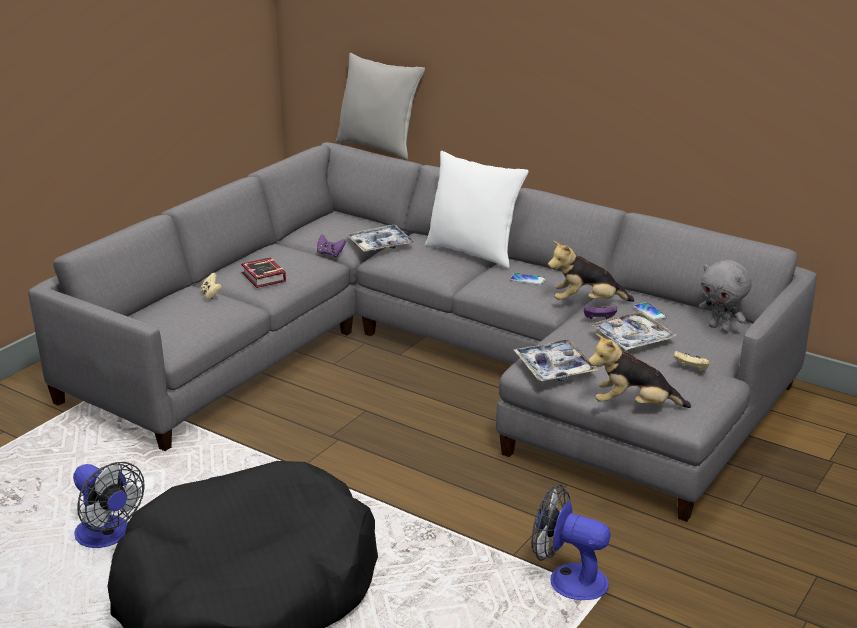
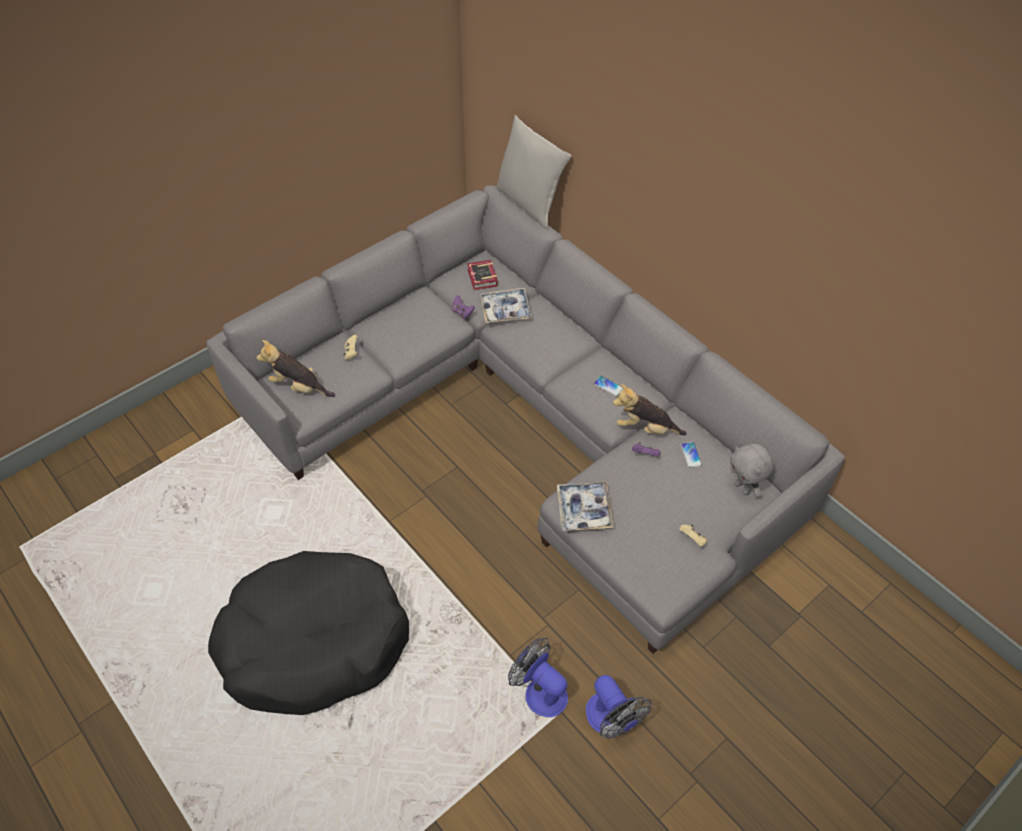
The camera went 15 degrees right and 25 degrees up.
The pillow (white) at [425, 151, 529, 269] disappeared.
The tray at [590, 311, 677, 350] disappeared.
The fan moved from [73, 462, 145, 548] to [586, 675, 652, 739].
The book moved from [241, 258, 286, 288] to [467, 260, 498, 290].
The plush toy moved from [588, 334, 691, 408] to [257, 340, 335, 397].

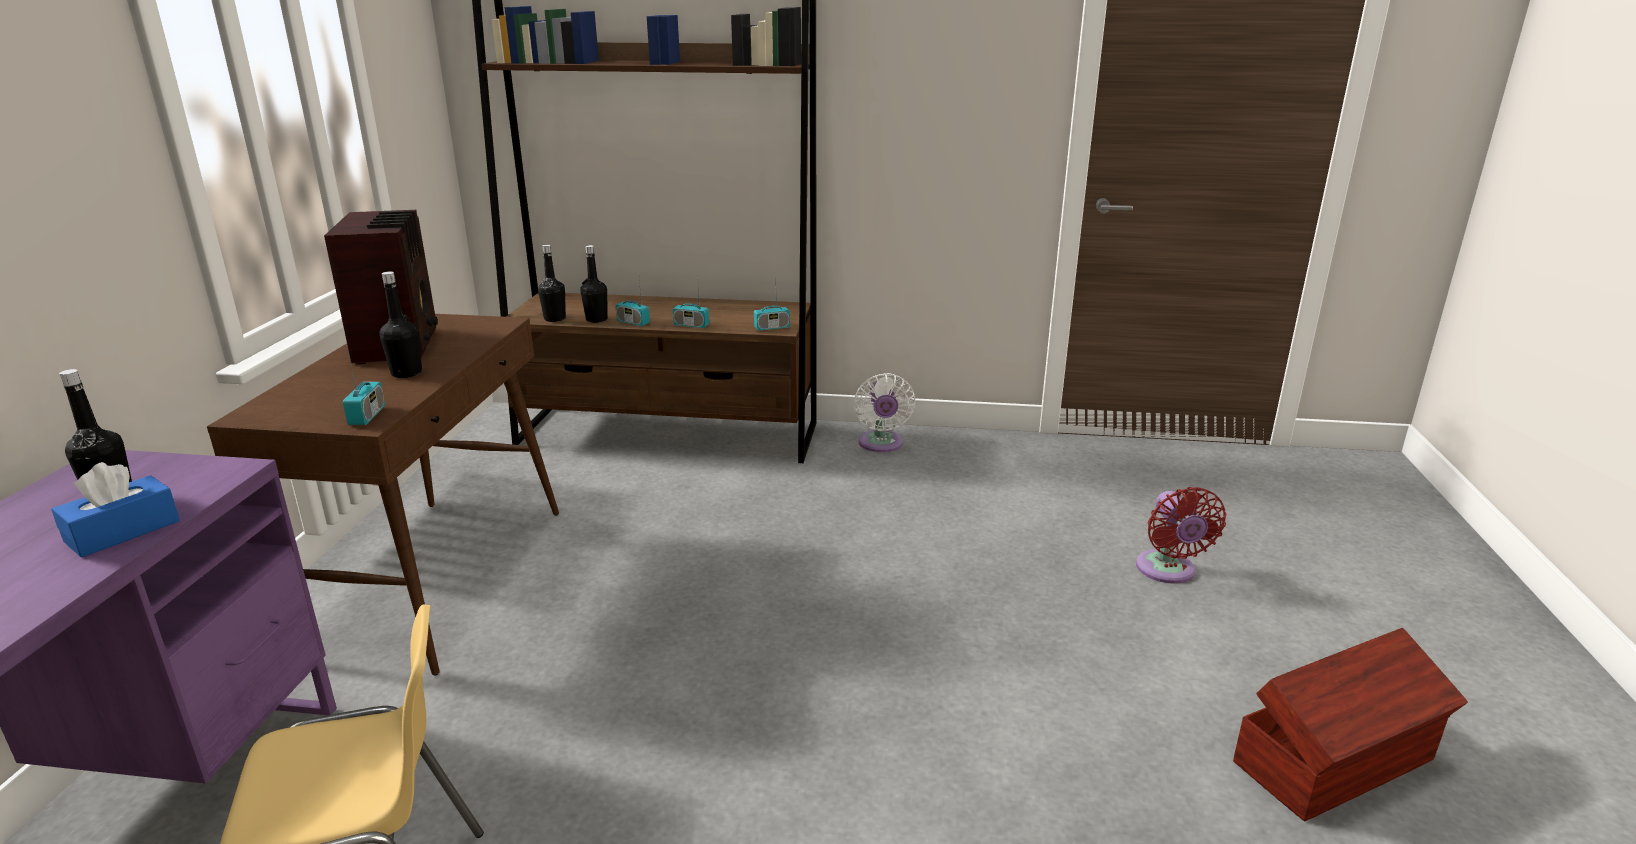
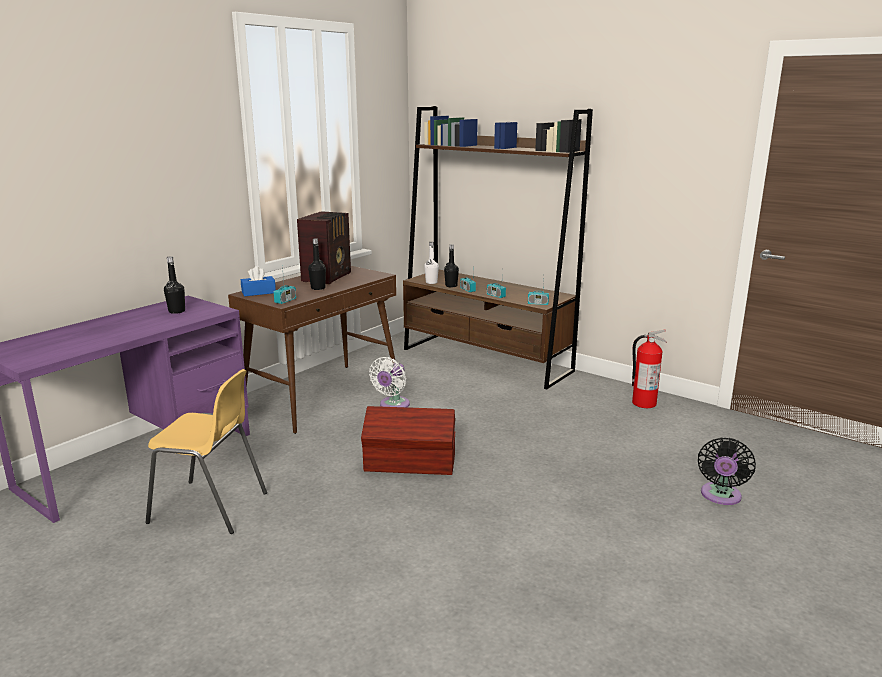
The camera went 30 degrees right and 5 degrees down.
The fire extinguisher at [632, 330, 667, 408] appeared.
The tissue box (blue) moved from [51, 462, 180, 557] to [241, 266, 276, 296].
The fan (white) moved from [854, 373, 915, 452] to [369, 357, 410, 407].
The storage box (brown) moved from [1233, 628, 1468, 821] to [361, 406, 455, 475].
The bottle (black) at [538, 245, 566, 322] became the bottle (white) at [424, 242, 439, 284].
The fan (red) at [1136, 487, 1226, 584] became the fan (black) at [698, 437, 756, 505].

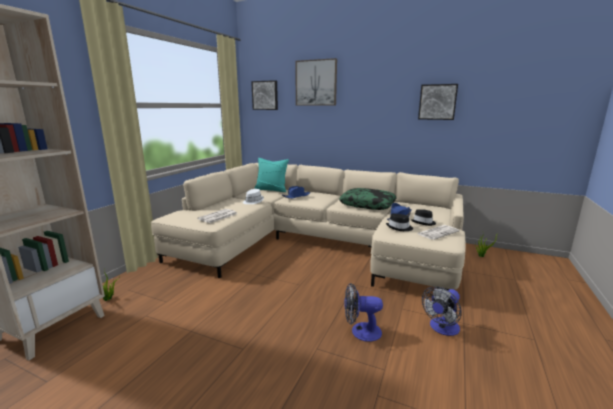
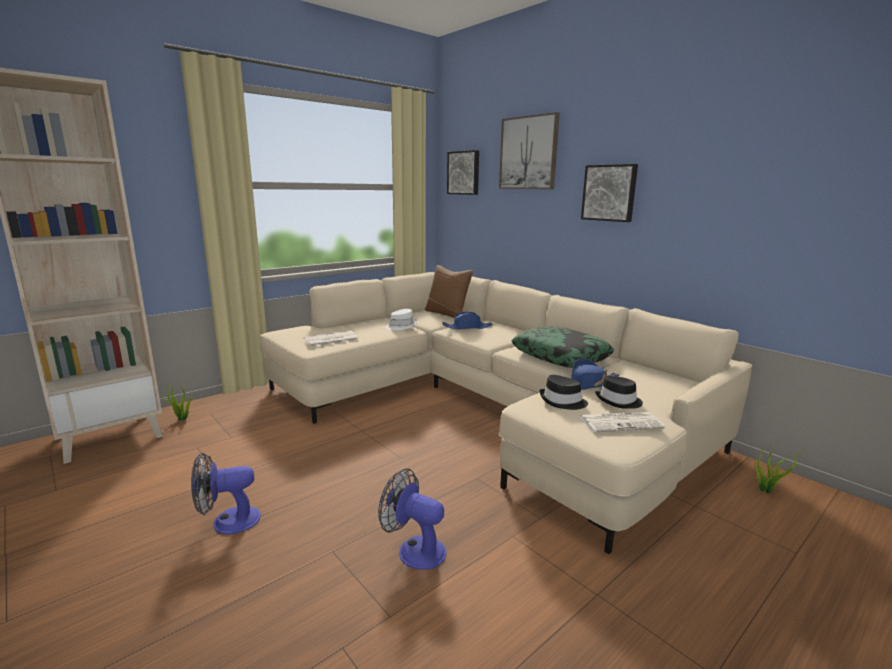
The camera went 25 degrees right and 0 degrees up.
The picture moved from [418, 84, 458, 120] to [581, 164, 638, 222].
The fan moved from [422, 286, 462, 336] to [191, 453, 261, 534].
The pillow (turquoise) at [254, 158, 289, 192] became the pillow (brown) at [425, 265, 474, 318].

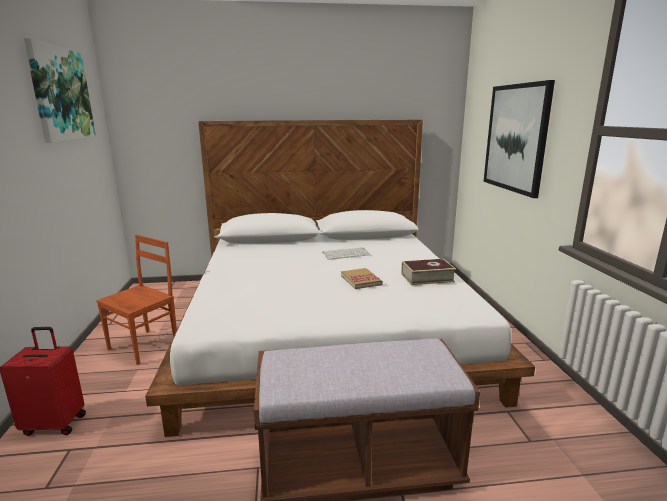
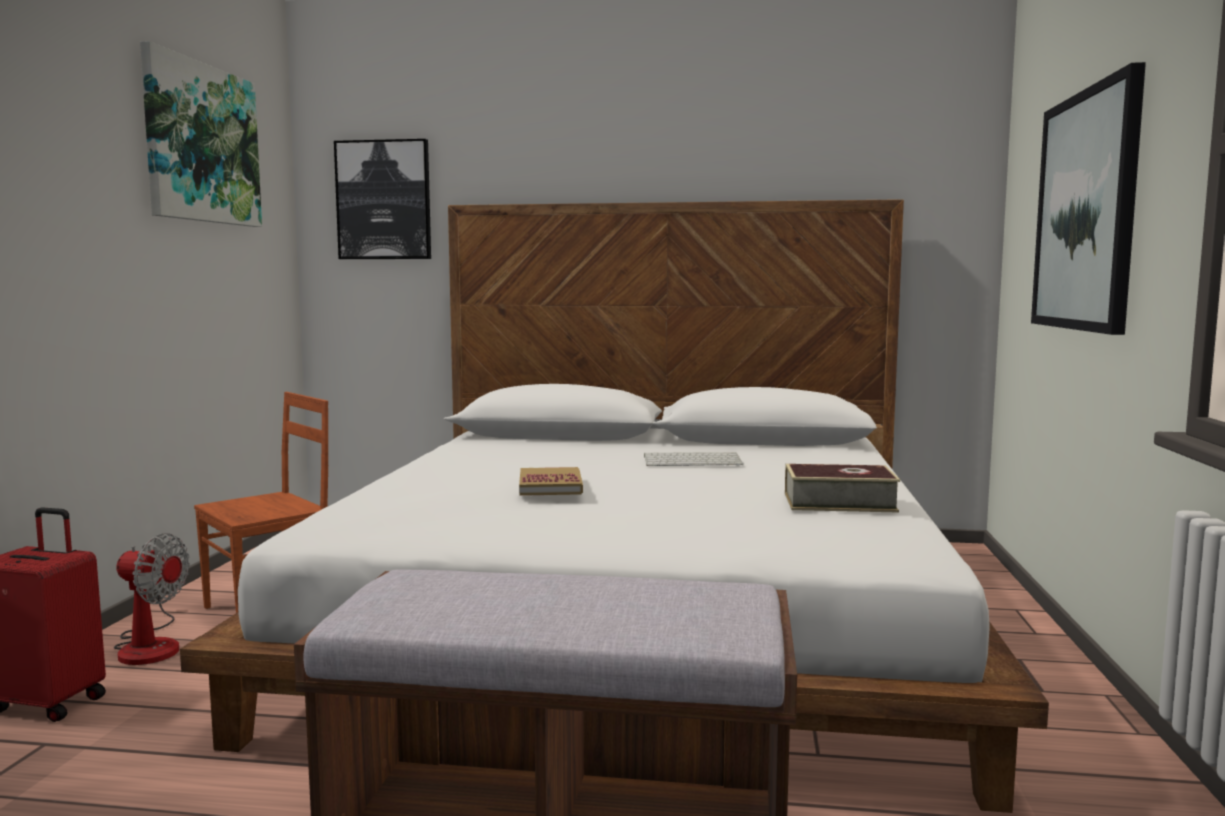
The camera went 15 degrees right and 10 degrees down.
The fan at [114, 533, 190, 665] appeared.
The picture at [334, 139, 431, 259] appeared.
The book moved from [341, 268, 383, 289] to [519, 467, 583, 496].

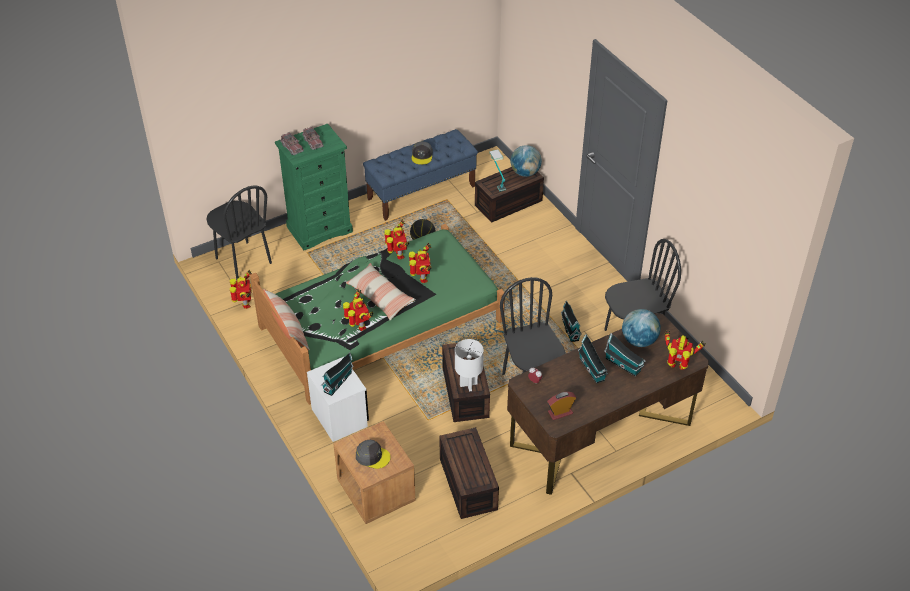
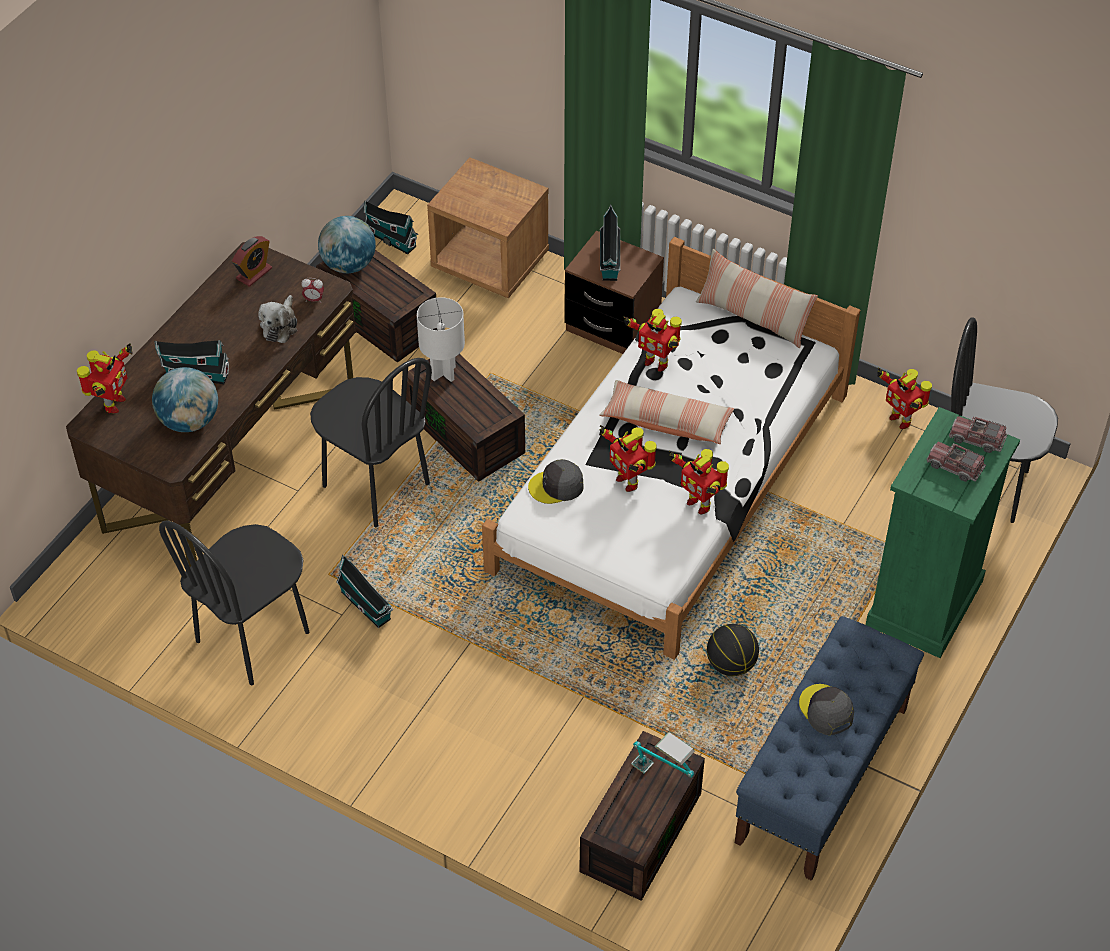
The camera went 150 degrees right and 5 degrees up.
The plush toy at [258, 295, 297, 343] appeared.
The cap (grey) moved from [356, 440, 391, 469] to [528, 459, 584, 504].
The globe moved from [511, 145, 542, 177] to [318, 216, 376, 273].
The toy house moved from [578, 334, 608, 383] to [364, 200, 418, 254].
The bed (green) at [250, 224, 505, 405] became the bed (white) at [482, 237, 860, 660].
The nightstand (white) at [307, 357, 369, 442] became the nightstand (brown) at [565, 231, 664, 354].
The toy robot at [665, 331, 706, 370] turned 60 degrees counterclockwise.

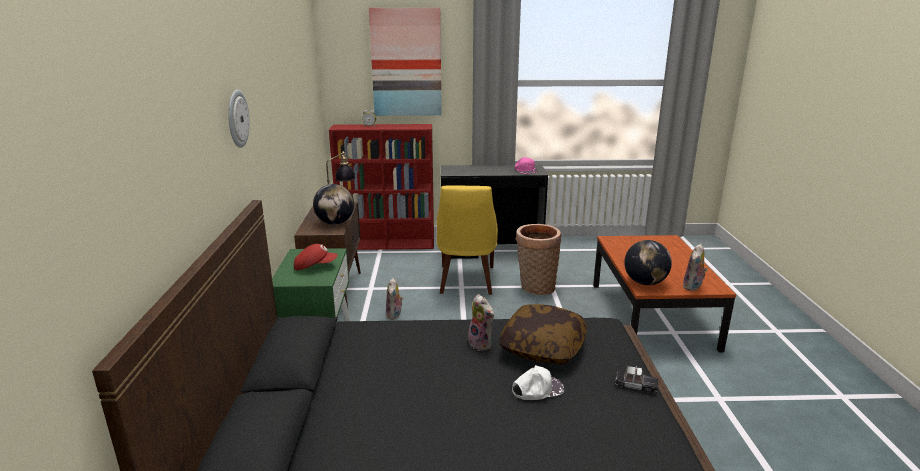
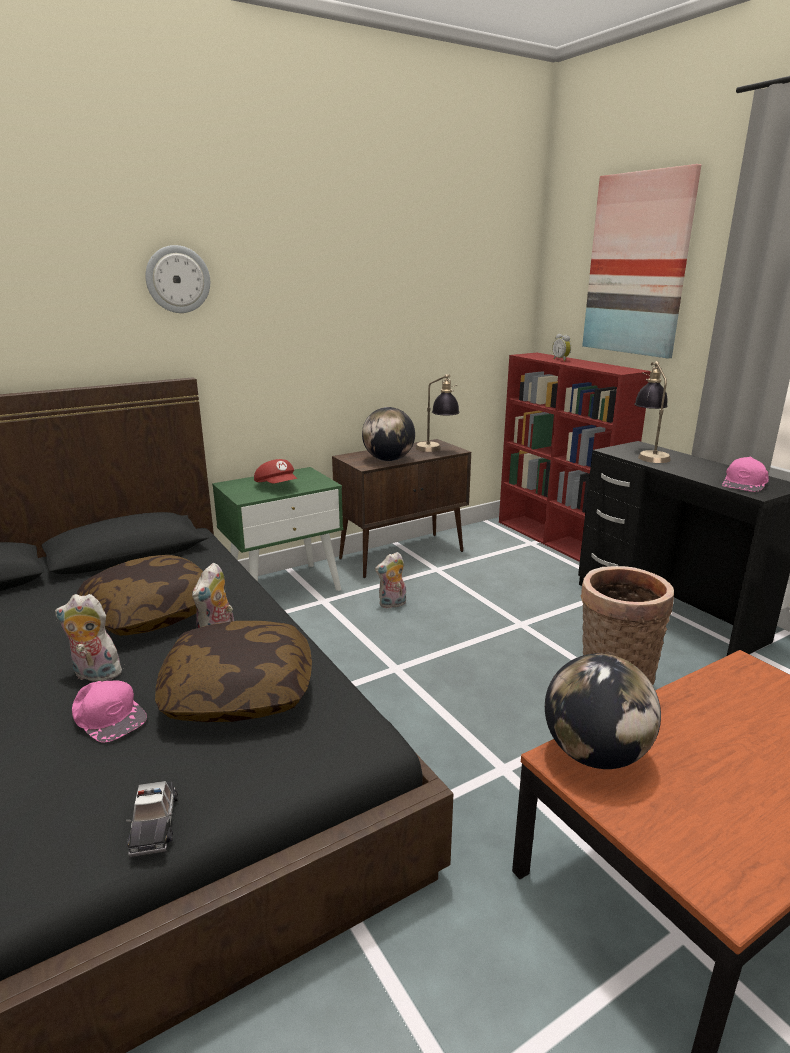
The camera went 60 degrees right and 0 degrees up.
The chair (yellow) at [437, 186, 498, 295] disappeared.
The pillow at [77, 555, 203, 636] appeared.
The table lamp at [634, 361, 671, 463] appeared.
The plush toy moved from [682, 244, 708, 291] to [55, 594, 124, 682].
The cap (white) at [512, 365, 564, 400] became the cap (pink) at [72, 681, 147, 743].

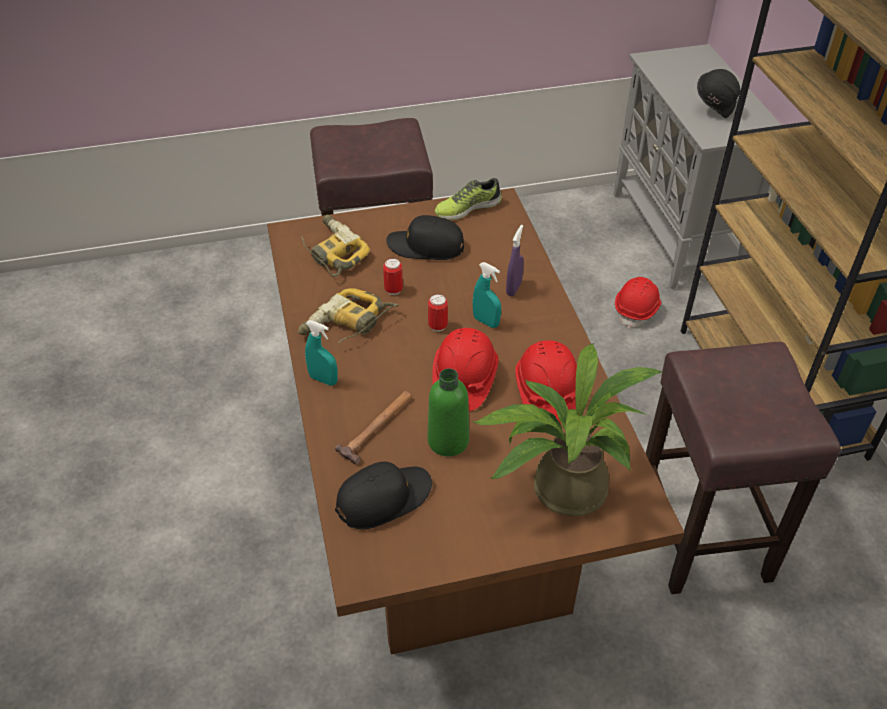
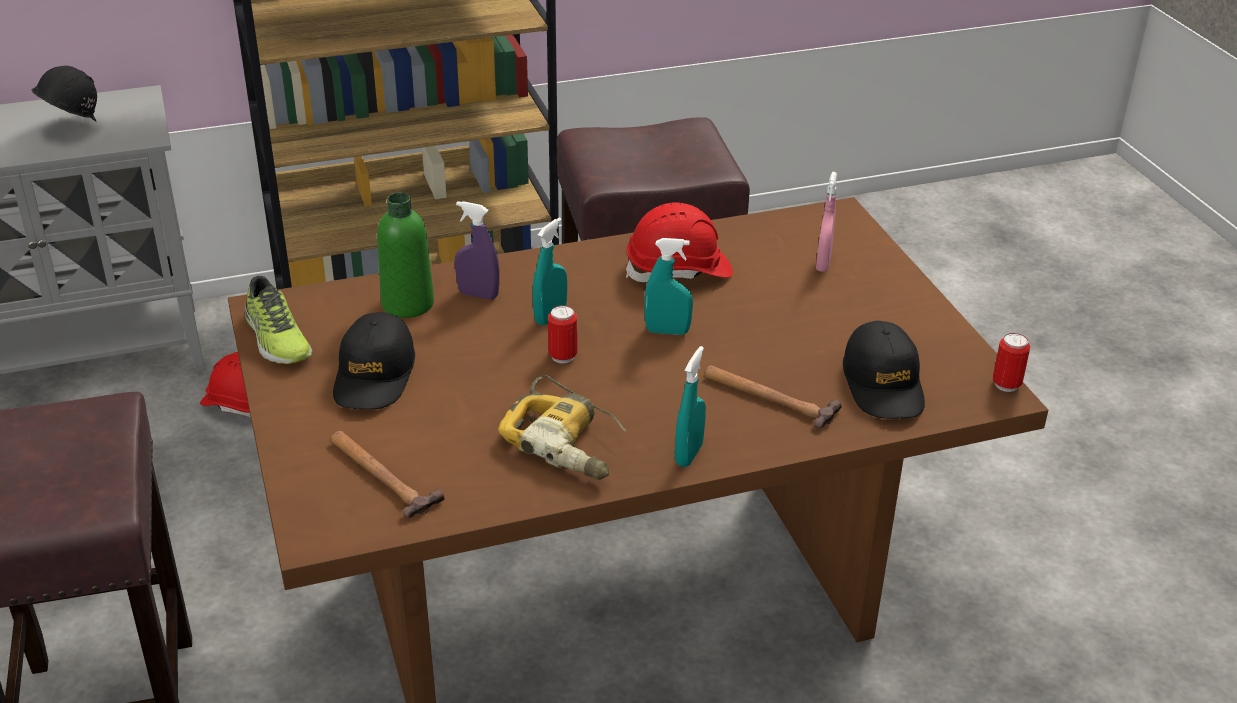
The camera went 95 degrees left and 10 degrees down.
The can moved from [383, 258, 403, 295] to [993, 333, 1030, 392].
The bottle (green) moved from [427, 369, 469, 456] to [377, 193, 434, 318].
The power drill at [301, 215, 370, 277] was replaced by the hammer at [331, 431, 445, 518].
The hard hat (red) at [432, 328, 499, 411] was replaced by the spray bottle (turquoise) at [644, 238, 693, 335].
The potted plant at [474, 343, 663, 516] was replaced by the spray bottle (pink) at [816, 172, 837, 272].
The cap (black) at [335, 462, 432, 529] turned 150 degrees counterclockwise.

